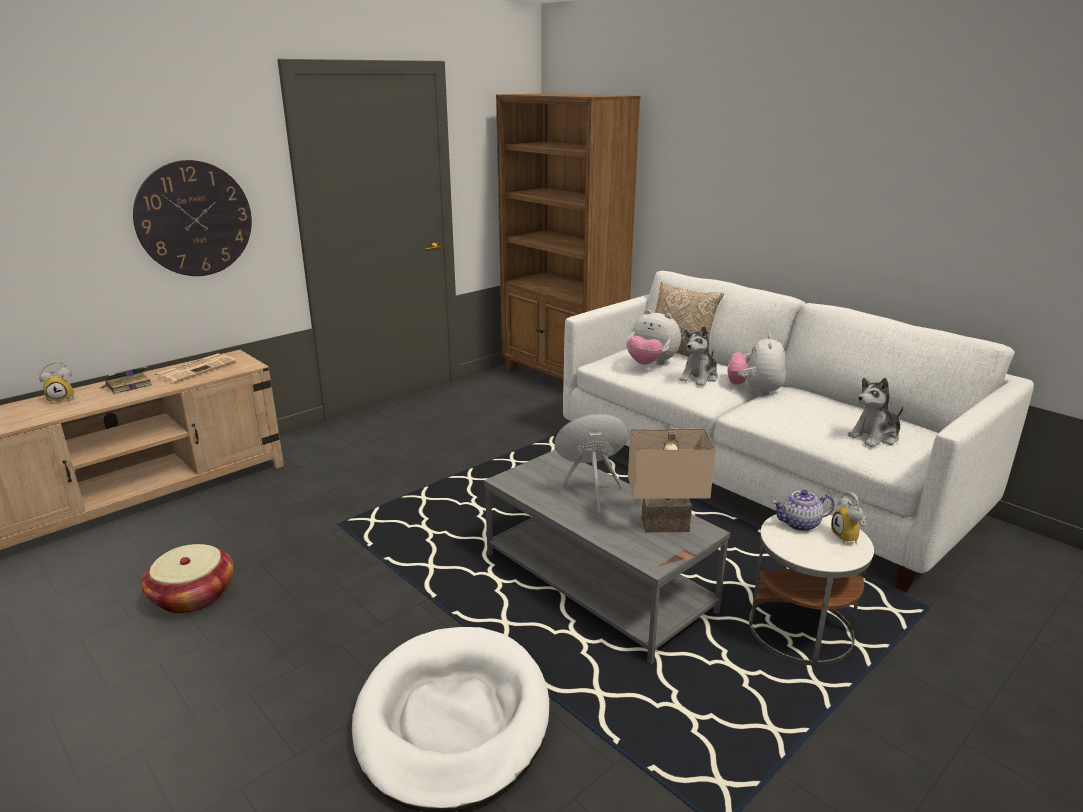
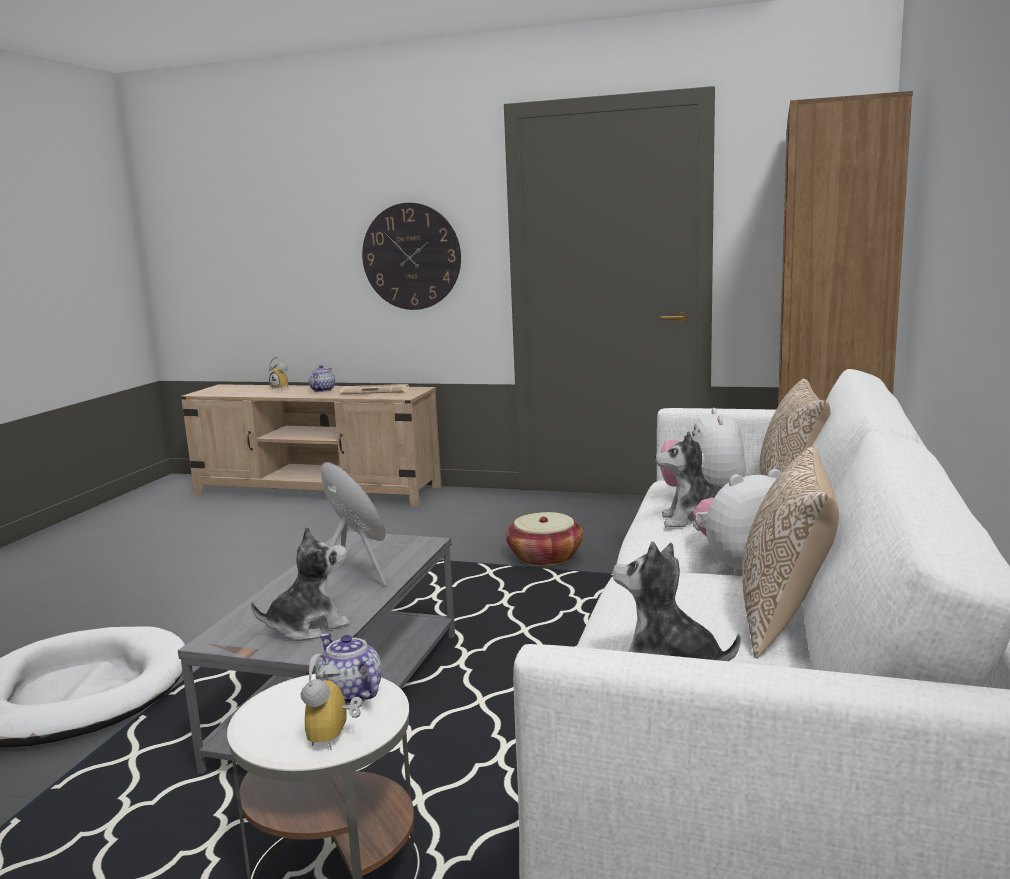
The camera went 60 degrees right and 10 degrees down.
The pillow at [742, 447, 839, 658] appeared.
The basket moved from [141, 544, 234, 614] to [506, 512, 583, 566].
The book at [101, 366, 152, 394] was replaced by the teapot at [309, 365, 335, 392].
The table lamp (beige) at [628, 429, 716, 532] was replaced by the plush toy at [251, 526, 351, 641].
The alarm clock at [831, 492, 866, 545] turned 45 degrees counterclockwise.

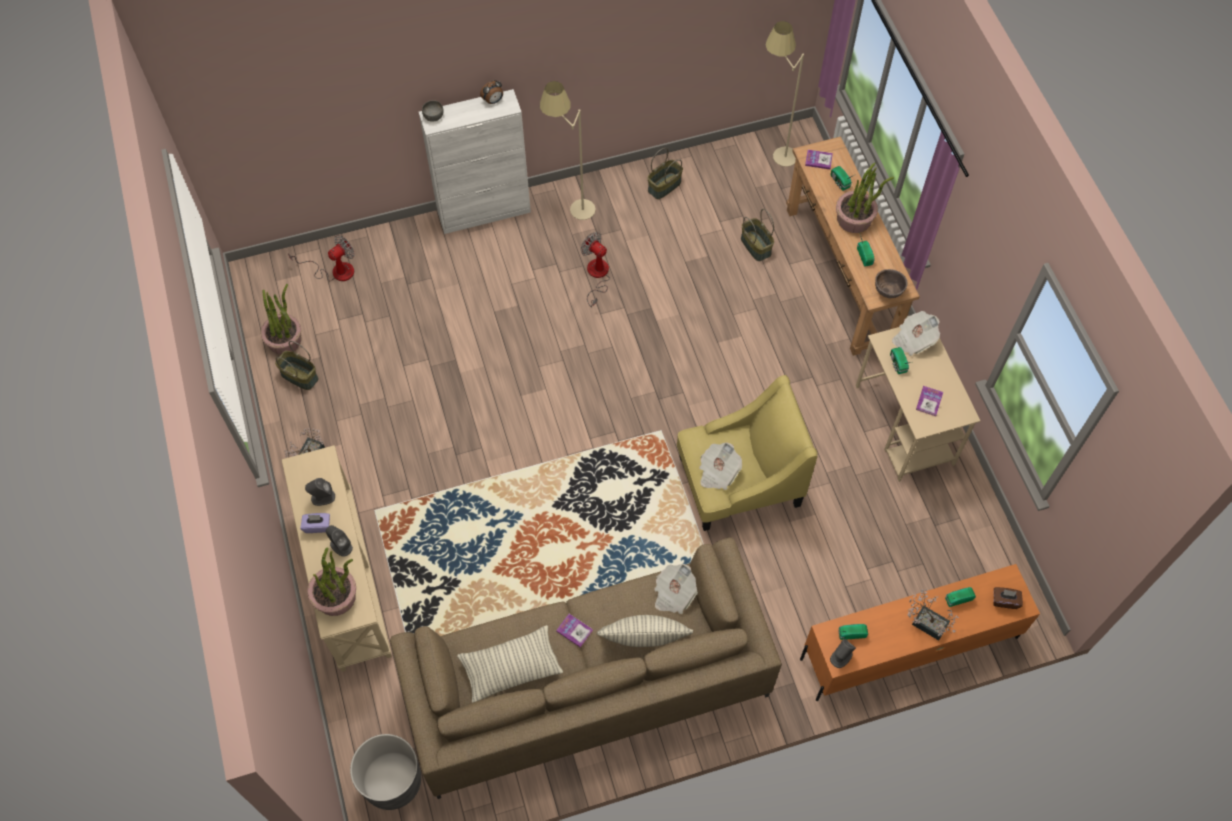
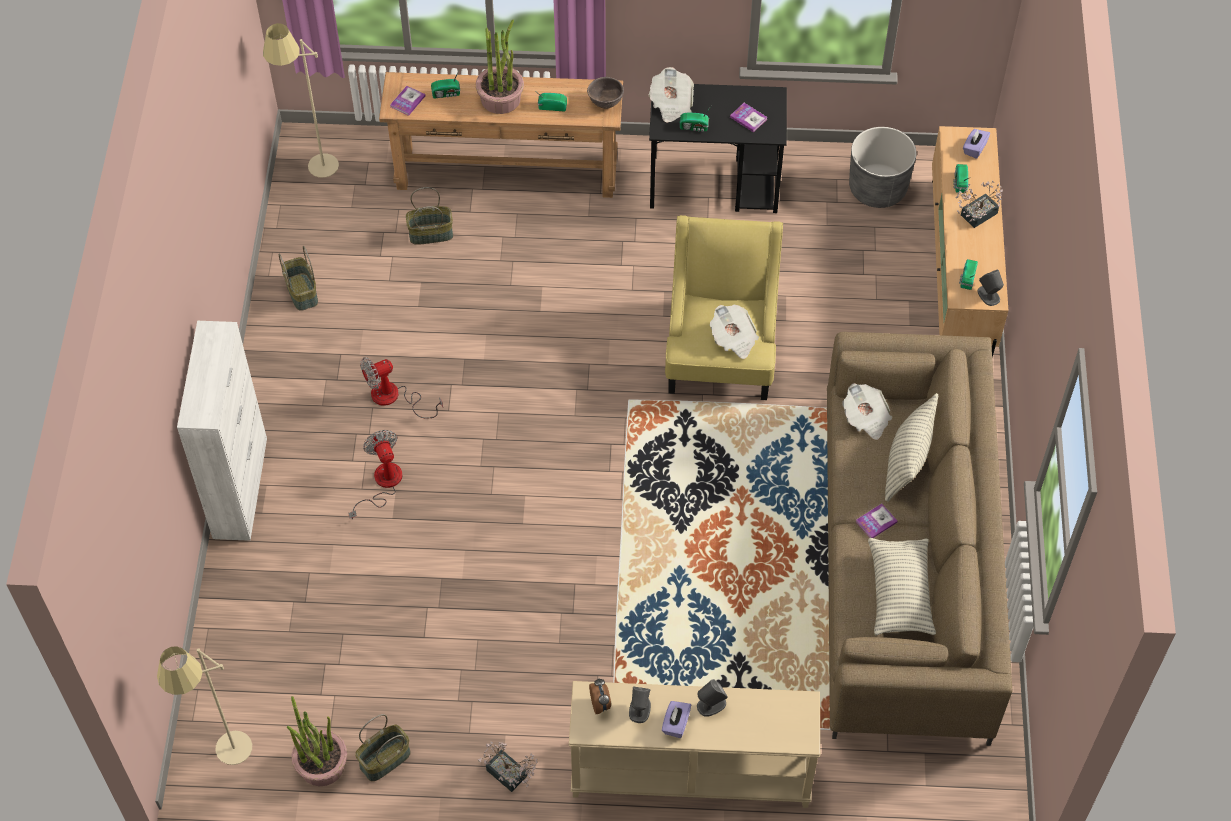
The camera went 70 degrees left and 5 degrees down.
The potted plant at [307, 547, 356, 616] disappeared.
The bowl (grey) at [422, 100, 443, 121] disappeared.
The fan moved from [288, 235, 355, 281] to [348, 430, 402, 520].
The planter (grey) moved from [350, 734, 421, 810] to [849, 127, 916, 208].
The alarm clock moved from [480, 80, 503, 104] to [589, 678, 611, 714].
The floor lamp (beige) moved from [540, 81, 596, 220] to [157, 646, 252, 765].
The tv stand (orange) at [800, 564, 1040, 701] became the tv stand (beige) at [932, 126, 1008, 358].
The desk (beige) at [856, 327, 980, 482] became the desk (black) at [649, 84, 787, 213].
The tissue box (brown) at [994, 587, 1023, 609] became the tissue box (purple) at [963, 129, 990, 159].

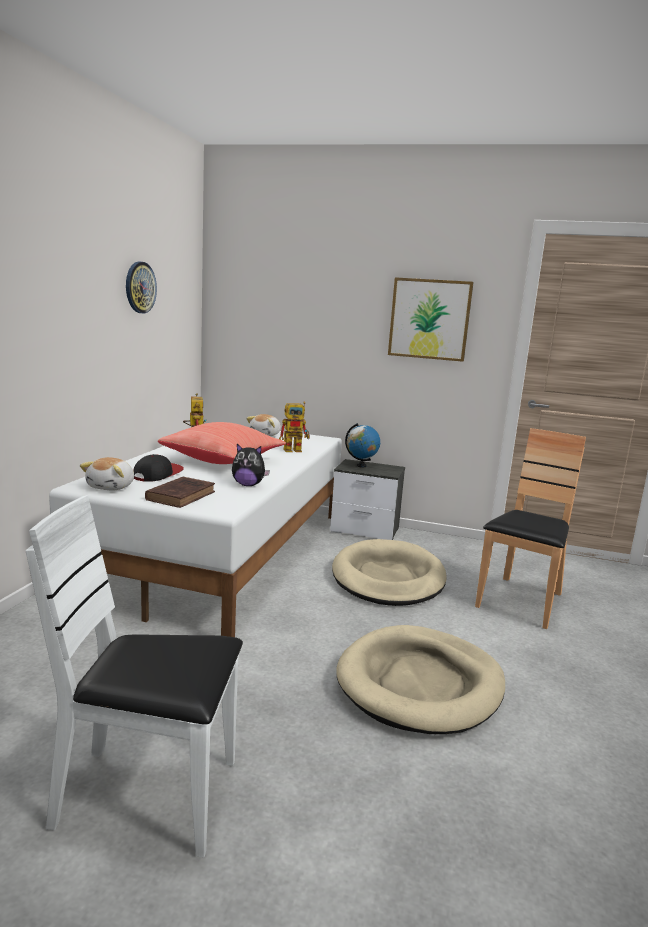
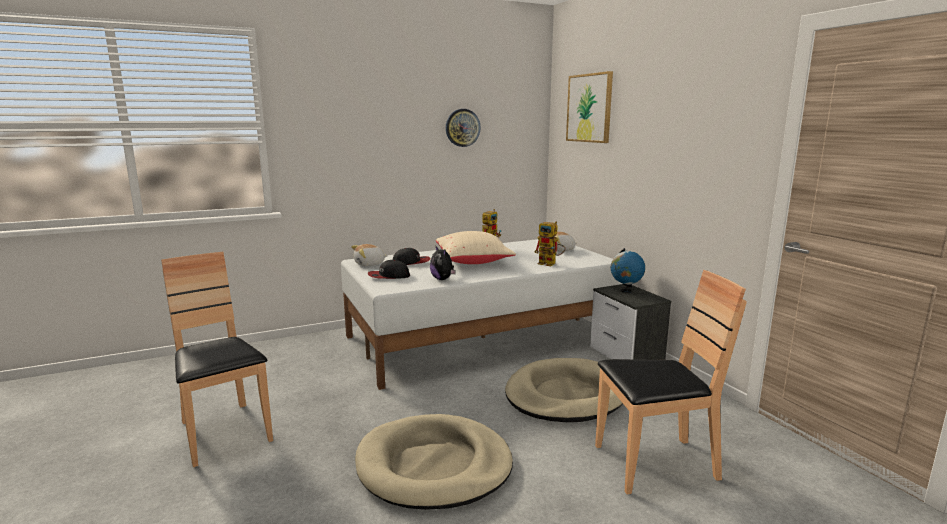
The camera went 50 degrees right and 0 degrees up.
The picture moved from [388, 277, 474, 362] to [566, 71, 613, 143].
The book (brown) at [145, 476, 215, 508] was replaced by the cap at [368, 260, 410, 279].
The chair (white) at [26, 495, 243, 857] became the chair (brown) at [161, 252, 273, 467].
The pillow (red) at [158, 422, 286, 464] became the pillow (beige) at [436, 231, 516, 264].

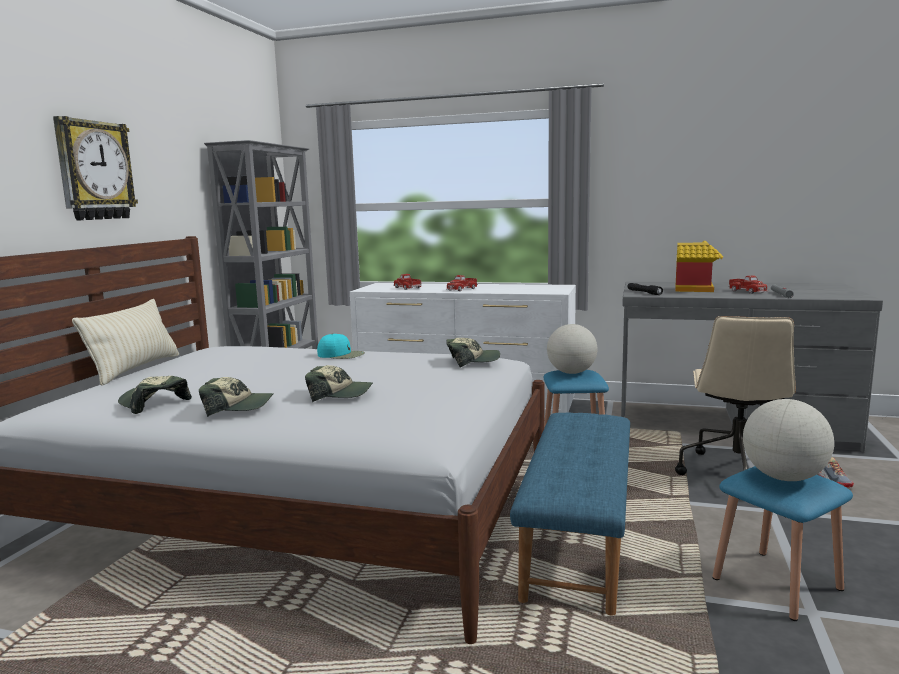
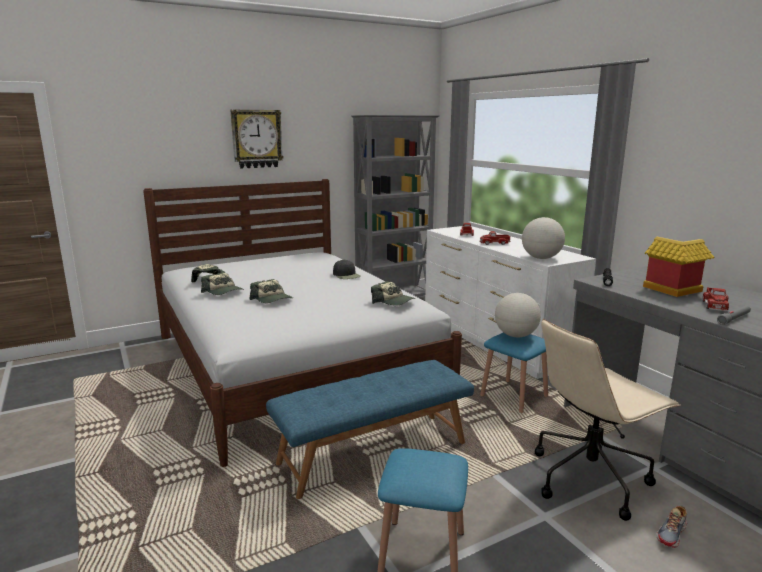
The camera went 45 degrees right and 5 degrees up.
The pillow (beige) at [72, 299, 179, 386] disappeared.
The globe moved from [743, 399, 834, 481] to [522, 217, 565, 259].
The cap (turquoise) at [317, 333, 365, 359] became the cap (black) at [333, 260, 361, 279].

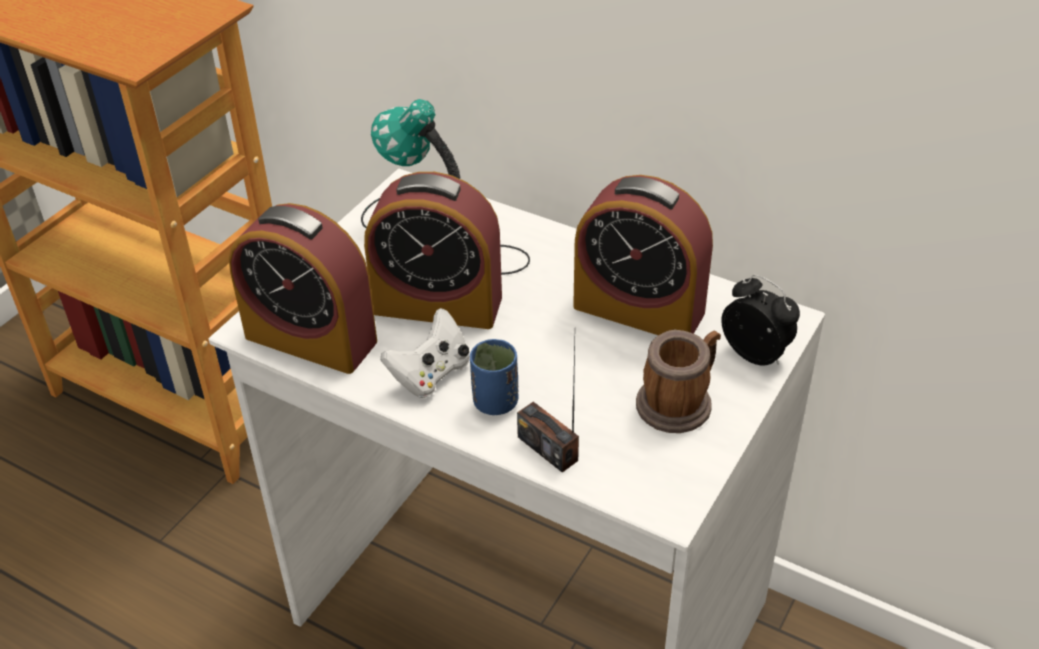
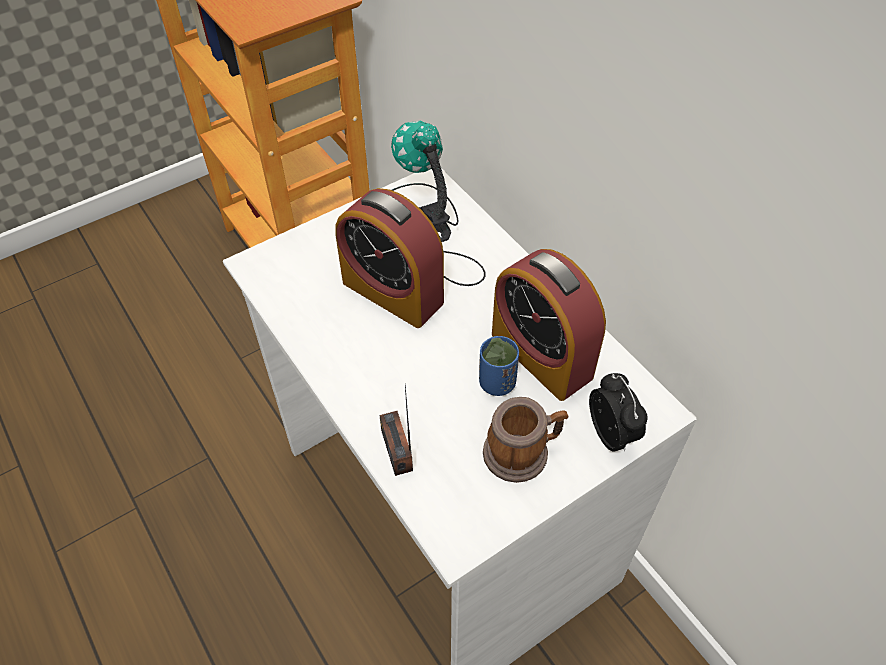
The camera went 25 degrees right and 10 degrees up.
The alarm clock at [229, 203, 377, 374] disappeared.
The game controller (white) at [381, 308, 469, 398] disappeared.
The cup (blue) moved from [470, 339, 519, 415] to [479, 336, 519, 396].

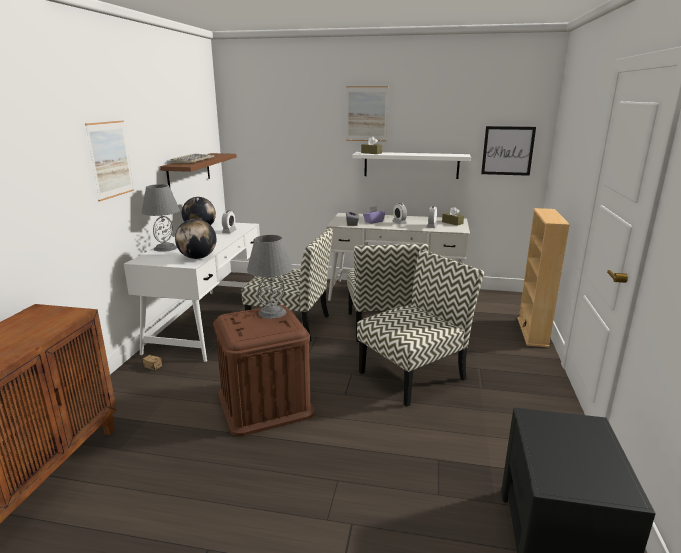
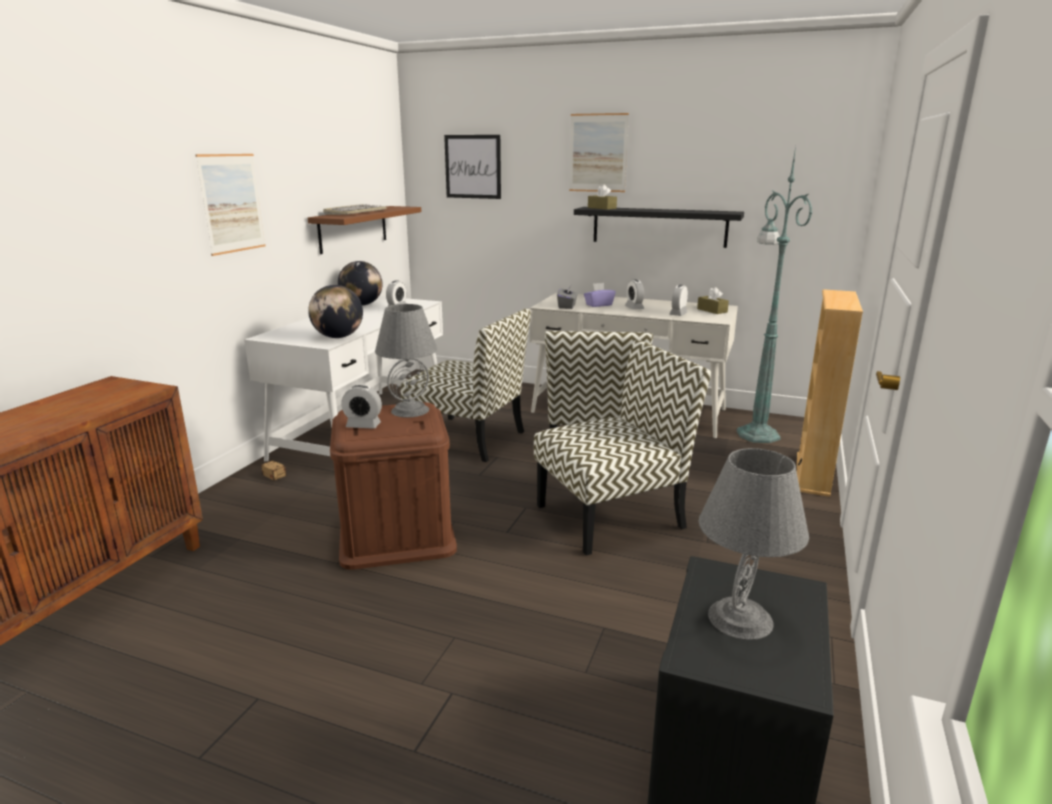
The camera went 10 degrees right and 0 degrees up.
The alarm clock at [341, 385, 382, 429] appeared.
The floor lamp (green) at [737, 146, 813, 443] appeared.
The table lamp (grey) moved from [141, 184, 180, 252] to [698, 448, 809, 640].
The picture moved from [481, 126, 536, 176] to [444, 135, 501, 199].
The shelf (white) at [352, 152, 471, 179] became the shelf (black) at [574, 207, 744, 248].

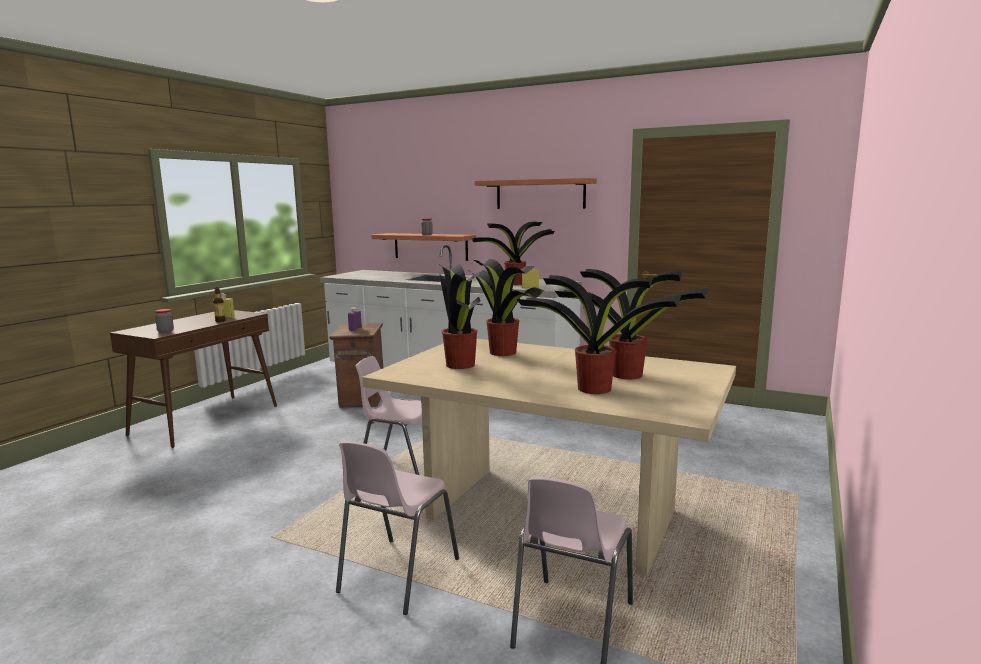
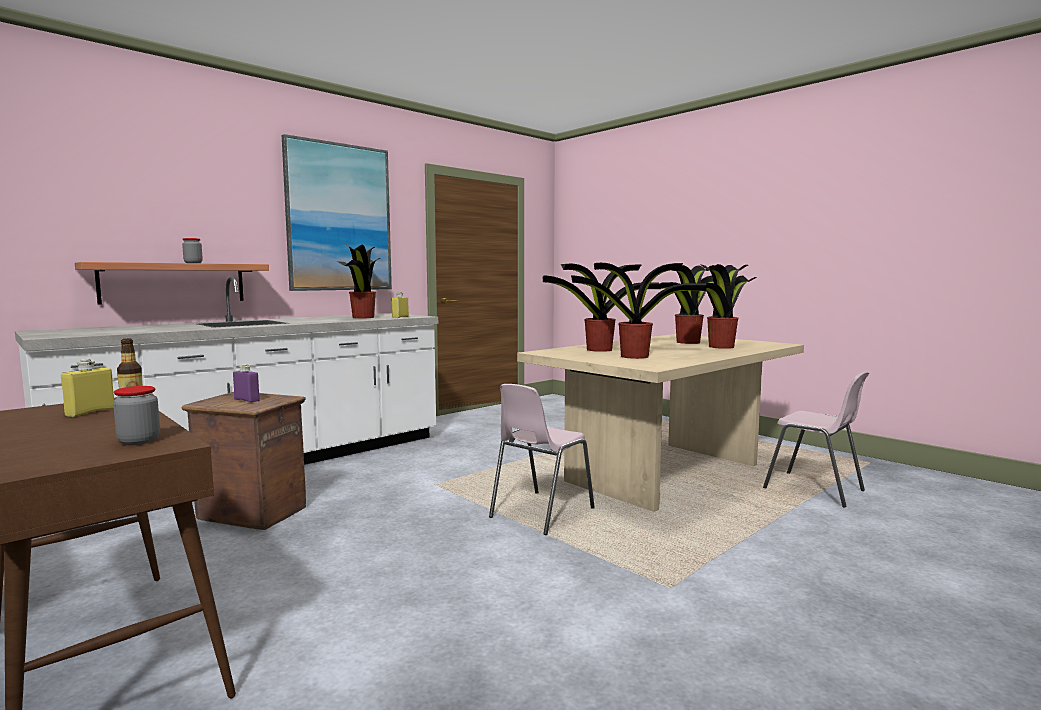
The camera went 70 degrees left and 5 degrees down.
The chair (pink) at [336, 441, 459, 615] disappeared.
The shelf at [475, 178, 597, 209] was replaced by the picture at [282, 134, 392, 291].

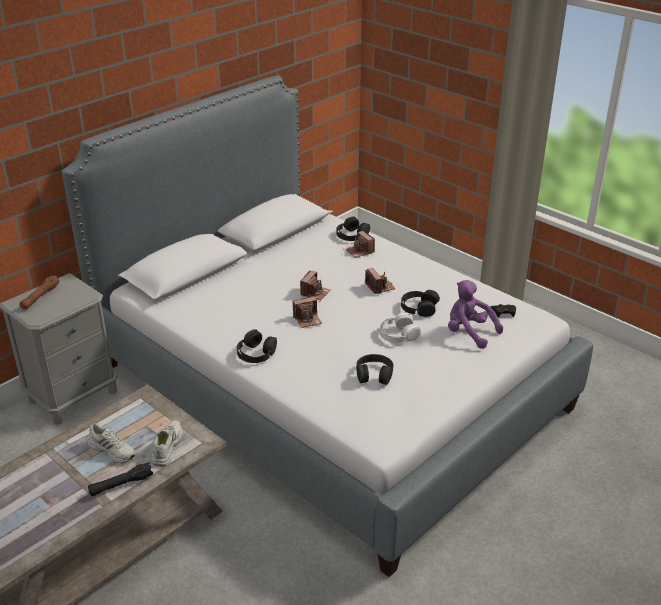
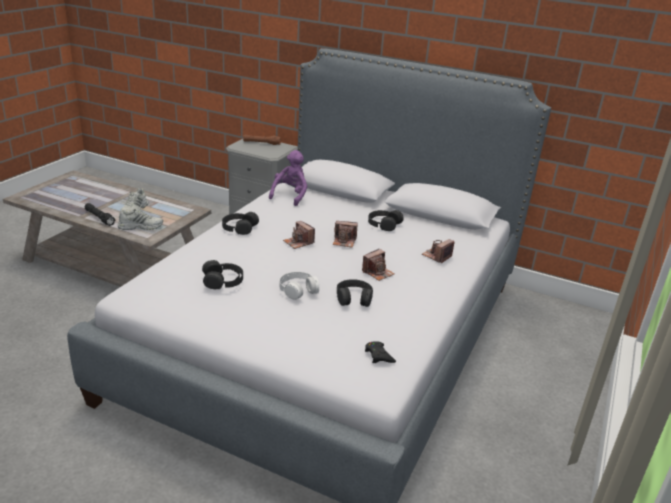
The camera went 70 degrees right and 5 degrees down.
The headphones (black) moved from [336, 217, 370, 241] to [368, 210, 404, 231].
The plush toy (purple) moved from [448, 280, 503, 349] to [269, 150, 307, 206].

